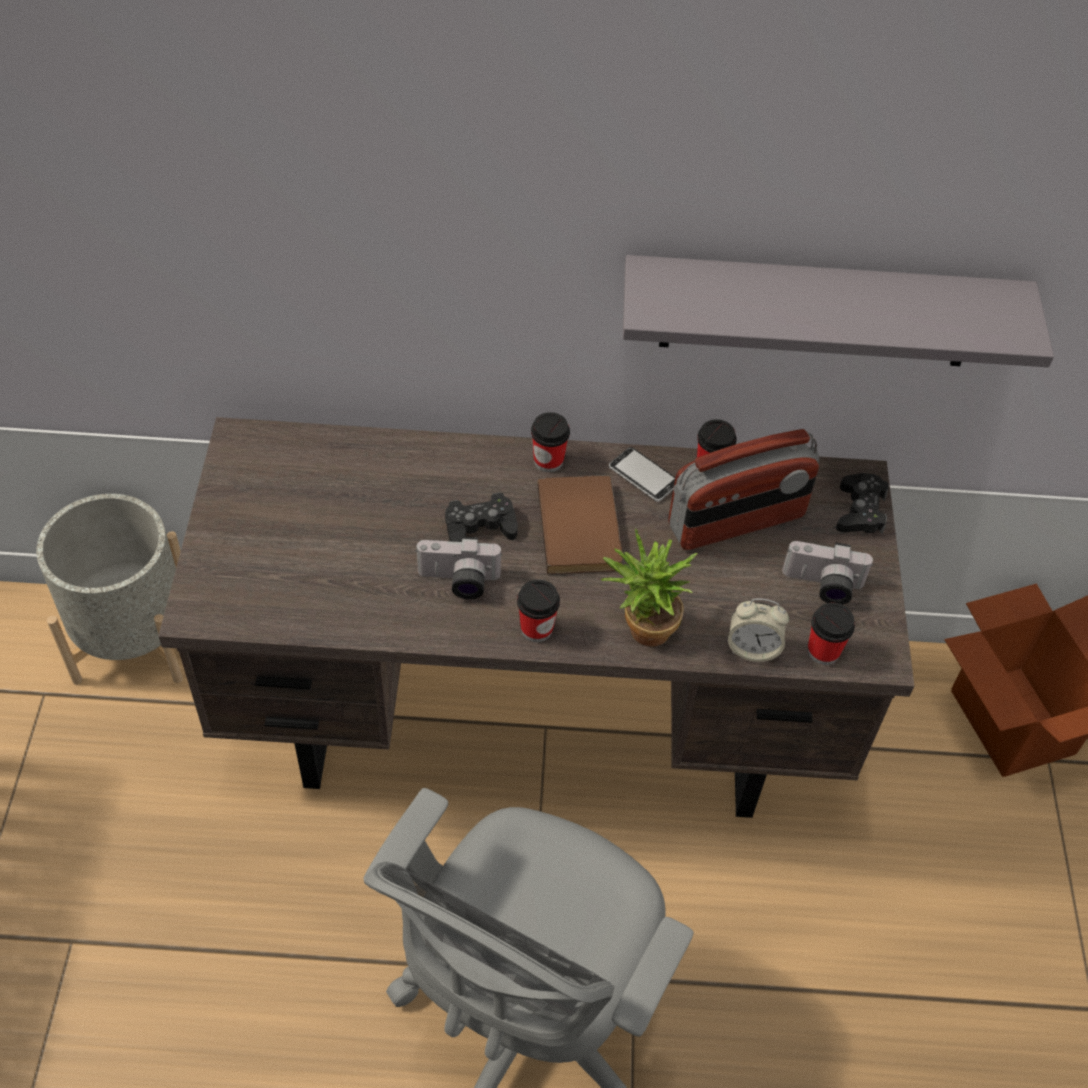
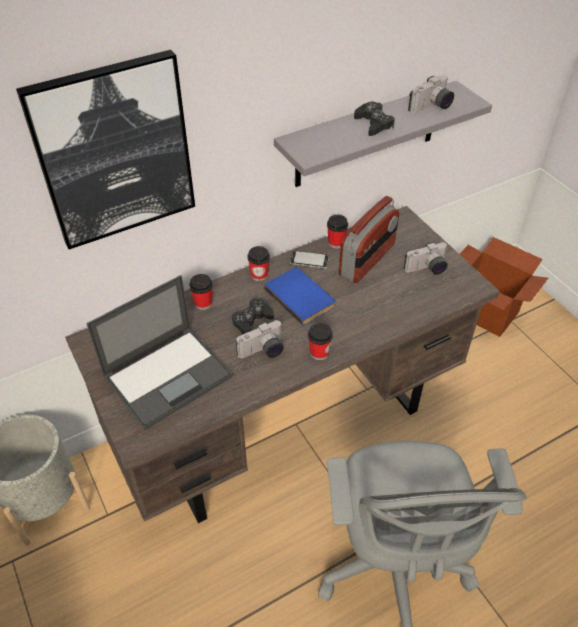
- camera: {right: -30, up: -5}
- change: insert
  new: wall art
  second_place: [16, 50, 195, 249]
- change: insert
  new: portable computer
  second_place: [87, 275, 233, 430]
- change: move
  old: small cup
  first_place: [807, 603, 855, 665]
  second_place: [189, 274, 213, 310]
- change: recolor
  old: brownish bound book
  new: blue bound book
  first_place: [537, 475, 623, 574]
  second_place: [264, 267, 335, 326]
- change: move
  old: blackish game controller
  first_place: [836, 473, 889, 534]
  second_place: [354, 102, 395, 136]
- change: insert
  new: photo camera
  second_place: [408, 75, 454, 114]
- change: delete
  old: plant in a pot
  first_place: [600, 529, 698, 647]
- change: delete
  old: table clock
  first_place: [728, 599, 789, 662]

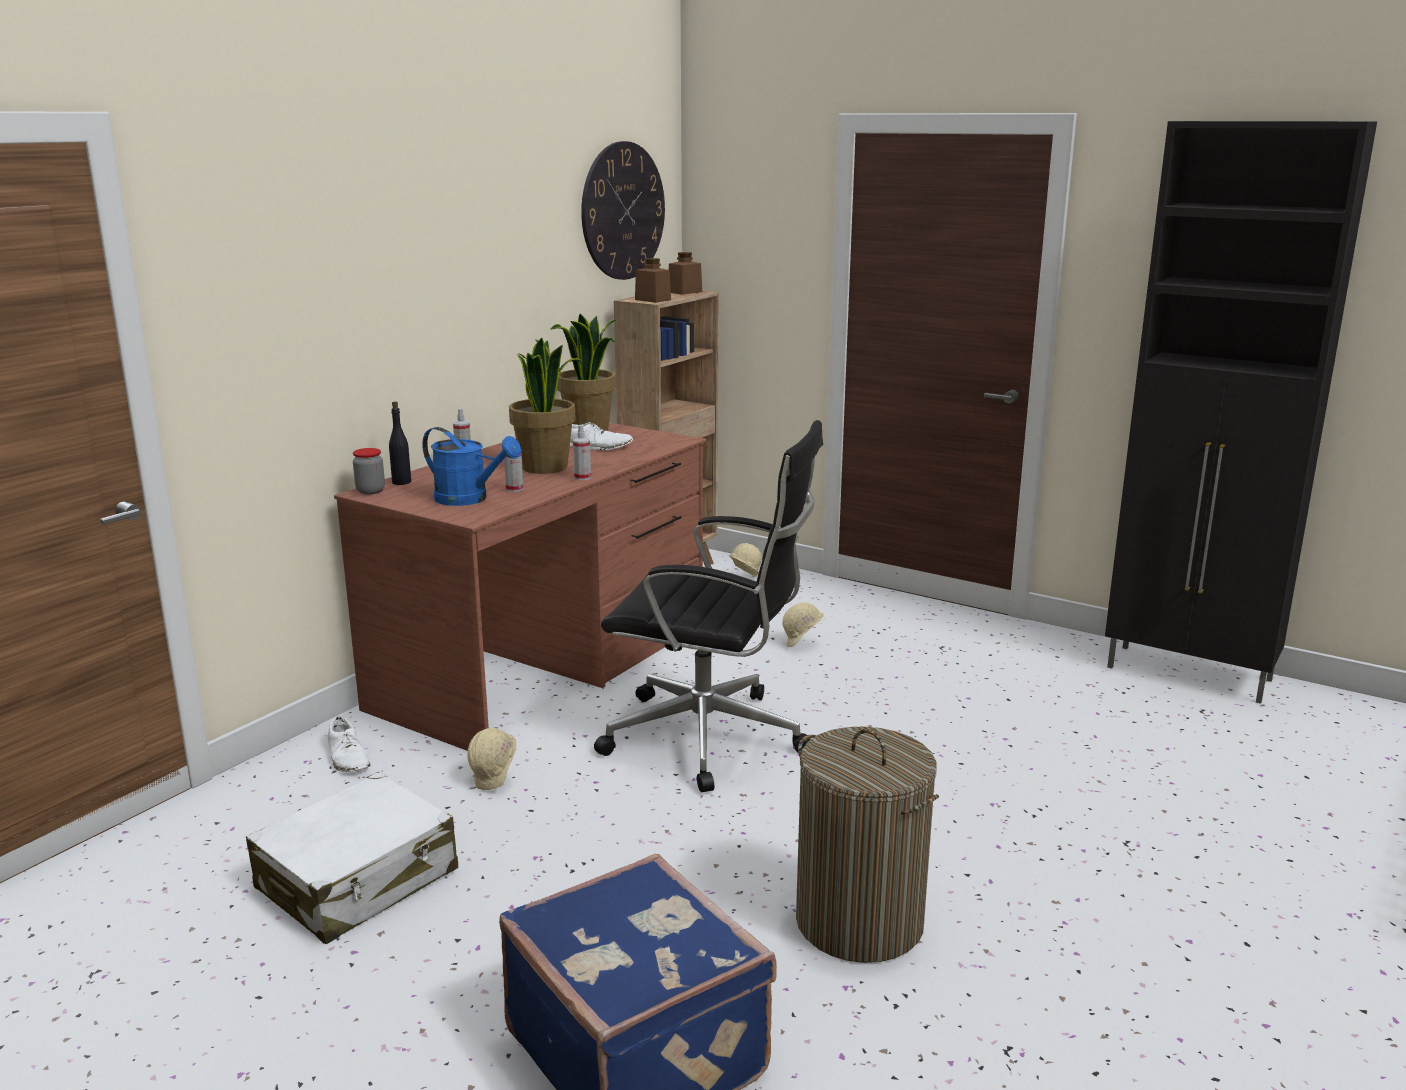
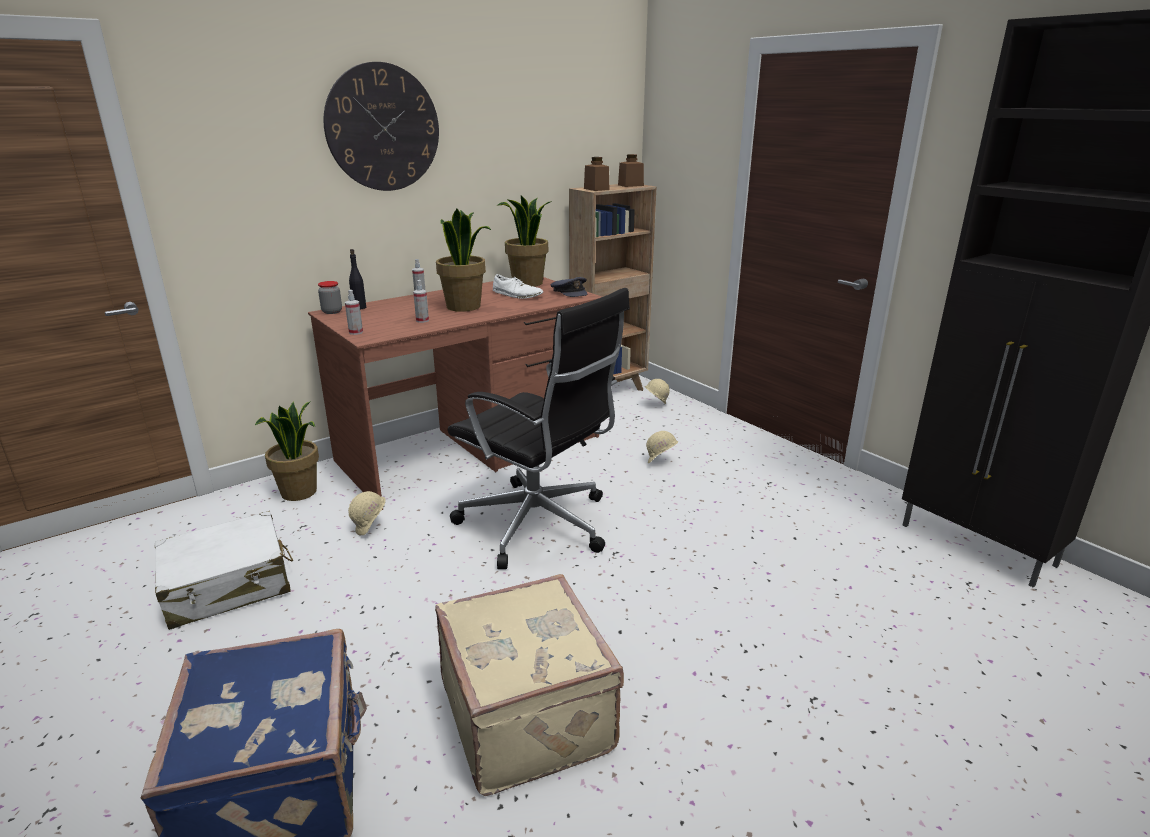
- camera: {right: 20, up: 5}
- change: replace
  old: white shoe
  new: plant in a pot
  first_place: [327, 715, 370, 772]
  second_place: [255, 401, 319, 501]
- change: move
  old: wall clock
  first_place: [581, 141, 665, 280]
  second_place: [323, 62, 439, 191]
- change: move
  old: spray bottle
  first_place: [573, 425, 591, 480]
  second_place: [345, 290, 363, 335]
- change: replace
  old: washing basket
  new: beige-coloured piece of luggage
  first_place: [796, 726, 939, 963]
  second_place: [435, 574, 624, 796]
- change: insert
  new: gray peaked cap
  second_place: [551, 277, 587, 297]
- change: delete
  old: blue watering can
  first_place: [422, 427, 521, 506]

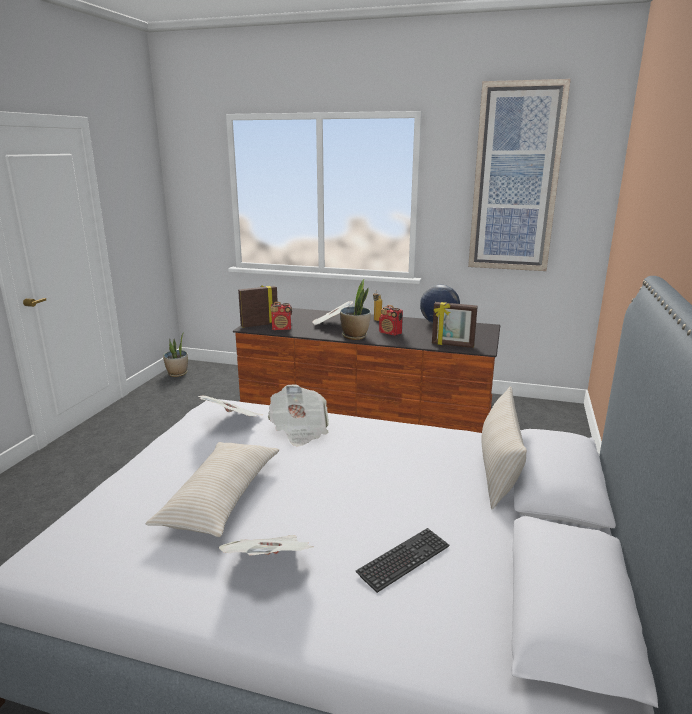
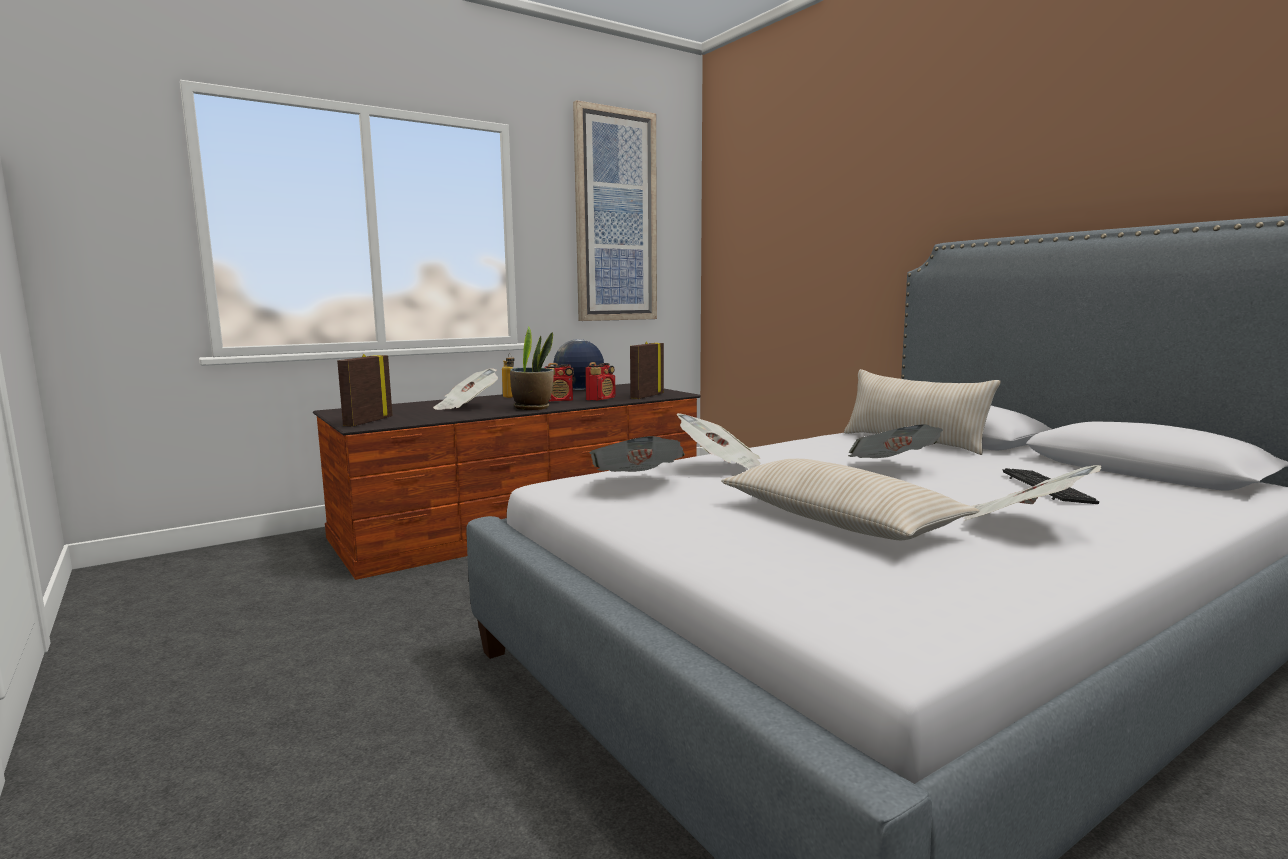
- camera: {right: -50, up: -10}
- change: move
  old: radio receiver
  first_place: [270, 302, 292, 330]
  second_place: [585, 362, 616, 401]
- change: rotate
  old: photo frame
  first_place: [432, 302, 478, 348]
  second_place: [630, 342, 664, 399]
  degrees: 150
- change: insert
  new: printed paper
  second_place: [848, 424, 943, 458]
- change: delete
  old: plant in a pot
  first_place: [163, 332, 188, 377]

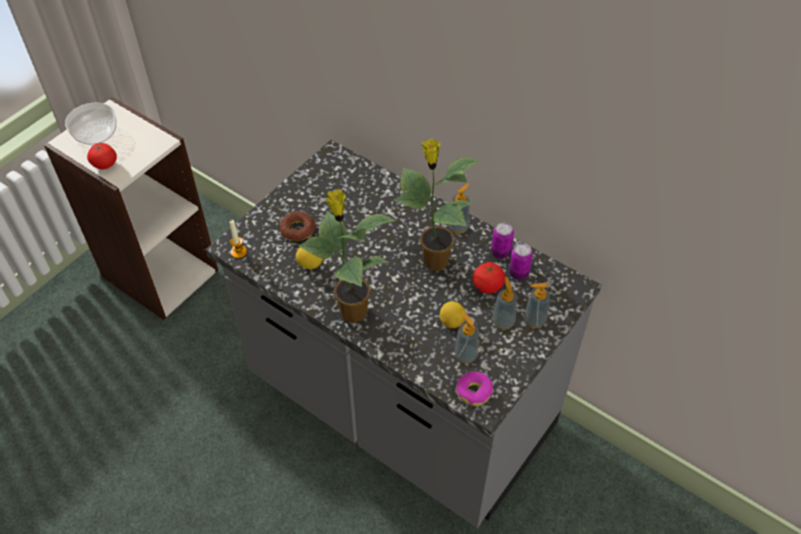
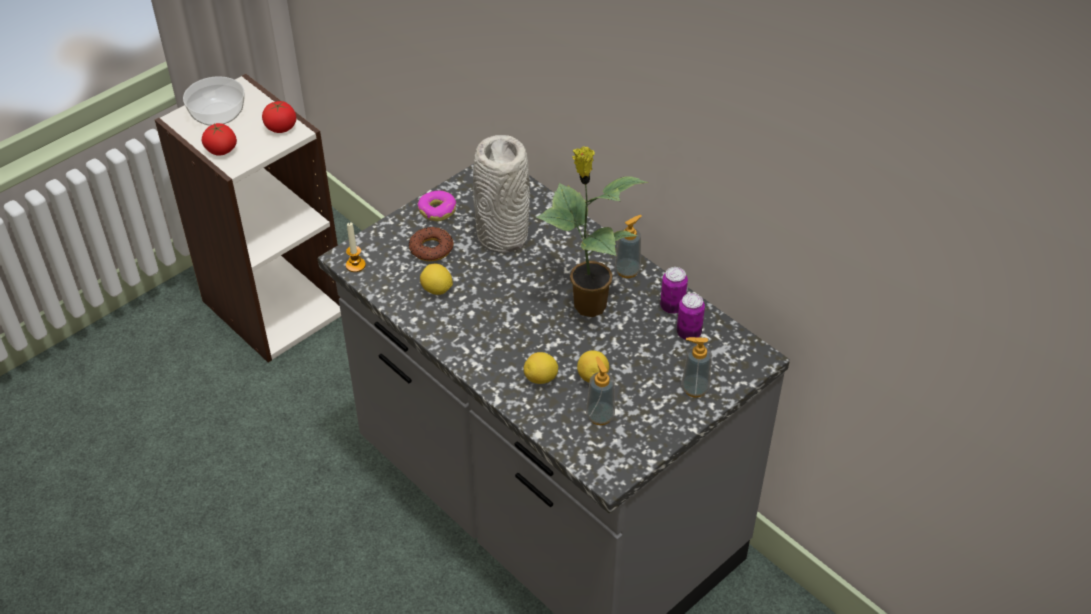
- camera: {right: 10, up: -5}
- change: move
  old: tomato
  first_place: [472, 262, 506, 294]
  second_place: [262, 101, 297, 133]
- change: move
  old: ring doughnut
  first_place: [456, 371, 493, 406]
  second_place: [418, 191, 456, 221]
- change: insert
  new: gray decorative vase
  second_place: [473, 135, 530, 253]
- change: insert
  new: whole lemon
  second_place: [524, 352, 558, 384]
- change: delete
  old: plant in a pot
  first_place: [298, 189, 396, 323]
- change: delete
  old: liquid soap bottle
  first_place: [492, 277, 517, 330]

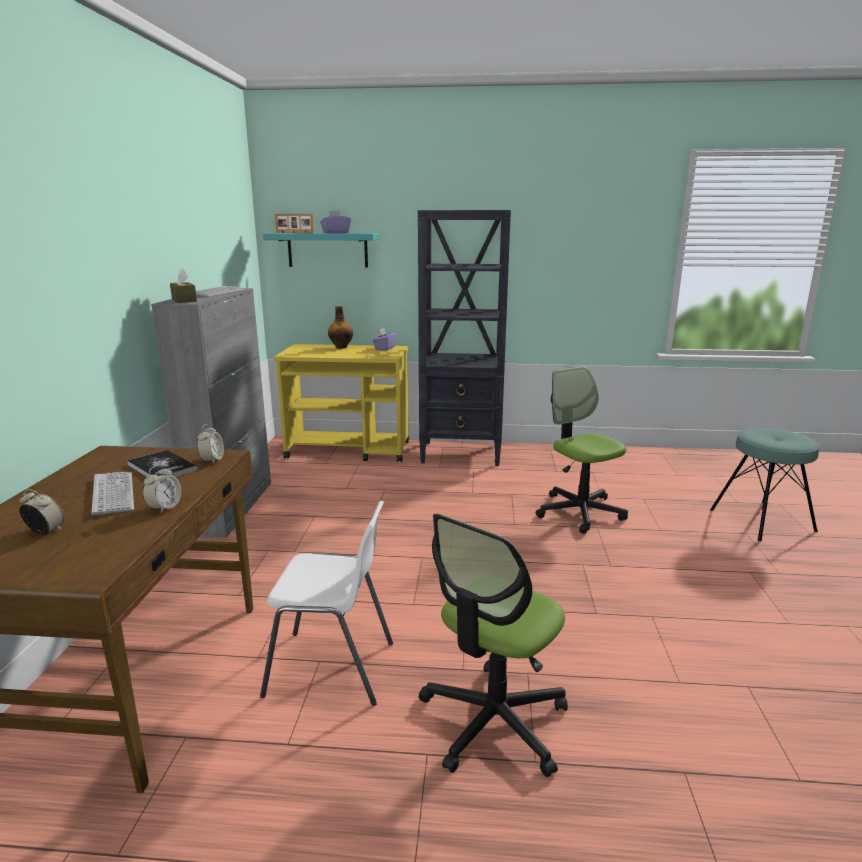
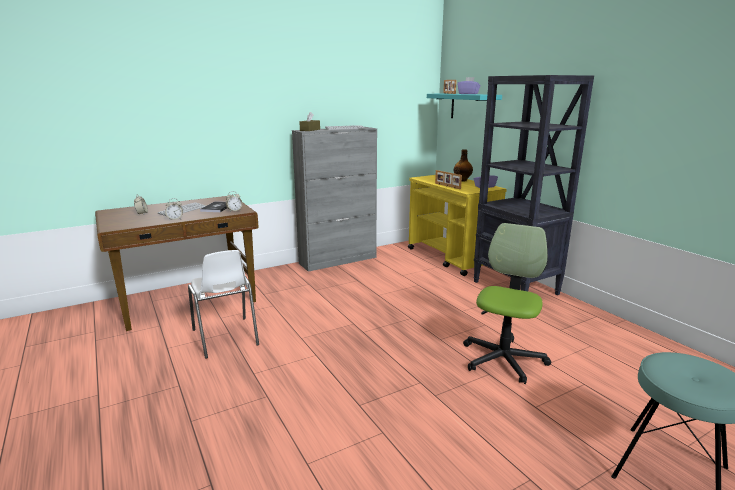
- camera: {right: 55, up: 0}
- change: insert
  new: photo frame
  second_place: [435, 170, 462, 189]
- change: delete
  old: computer chair
  first_place: [419, 513, 568, 777]

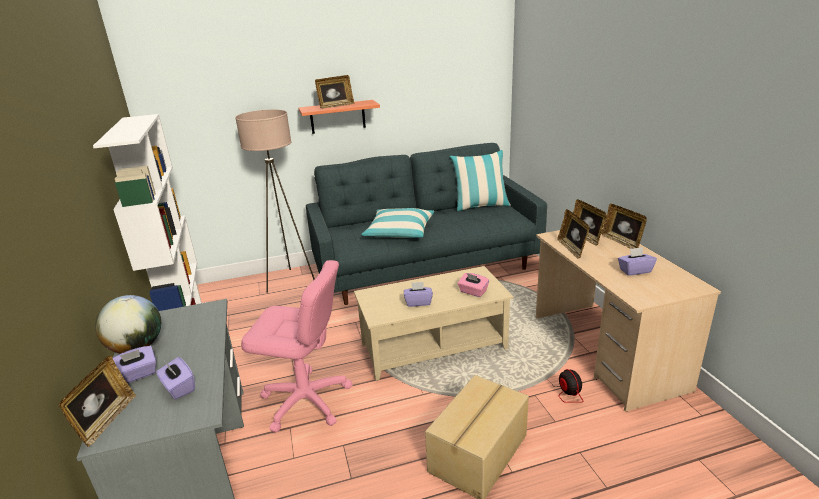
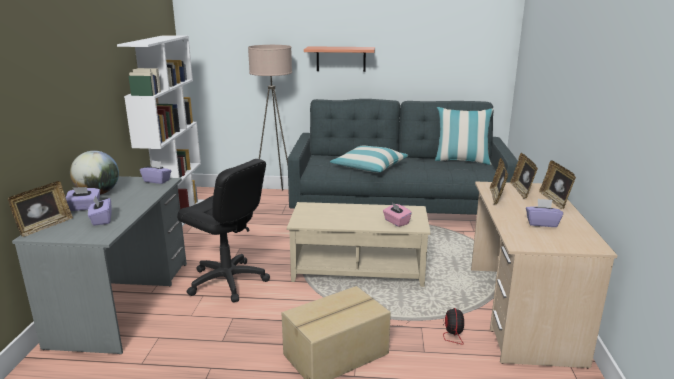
- camera: {right: 20, up: -5}
- change: move
  old: purple-coloured tissue holder
  first_place: [404, 282, 433, 307]
  second_place: [140, 160, 171, 184]
- change: recolor
  old: pinkish computer chair
  new: blackish computer chair
  first_place: [241, 260, 353, 433]
  second_place: [177, 159, 270, 302]
- change: delete
  old: photo frame
  first_place: [315, 75, 354, 108]

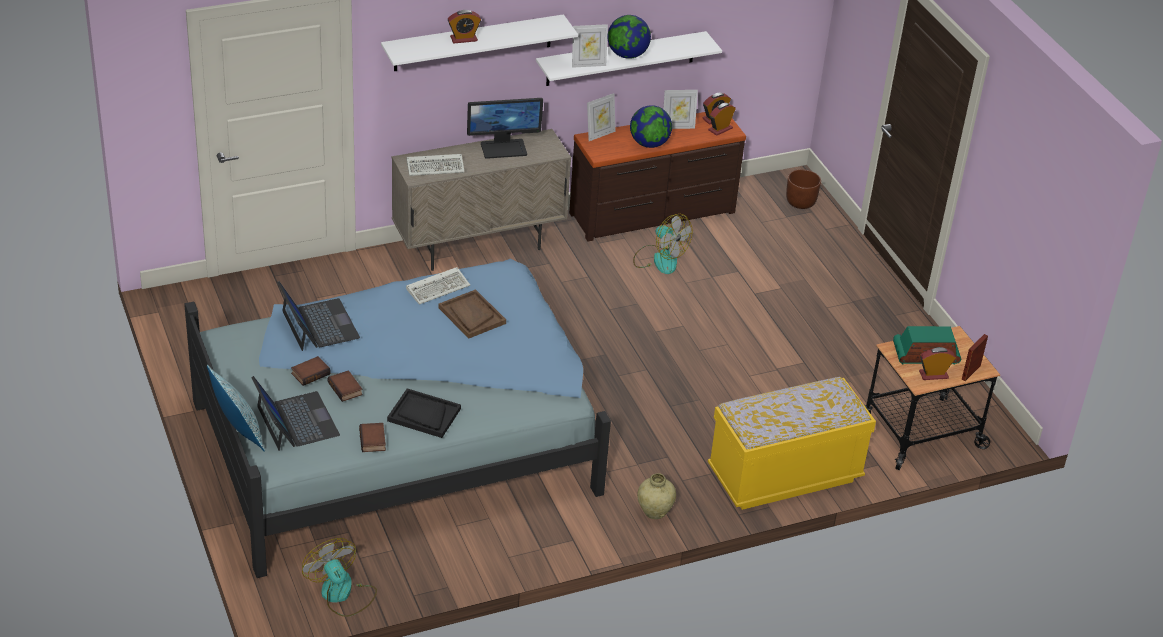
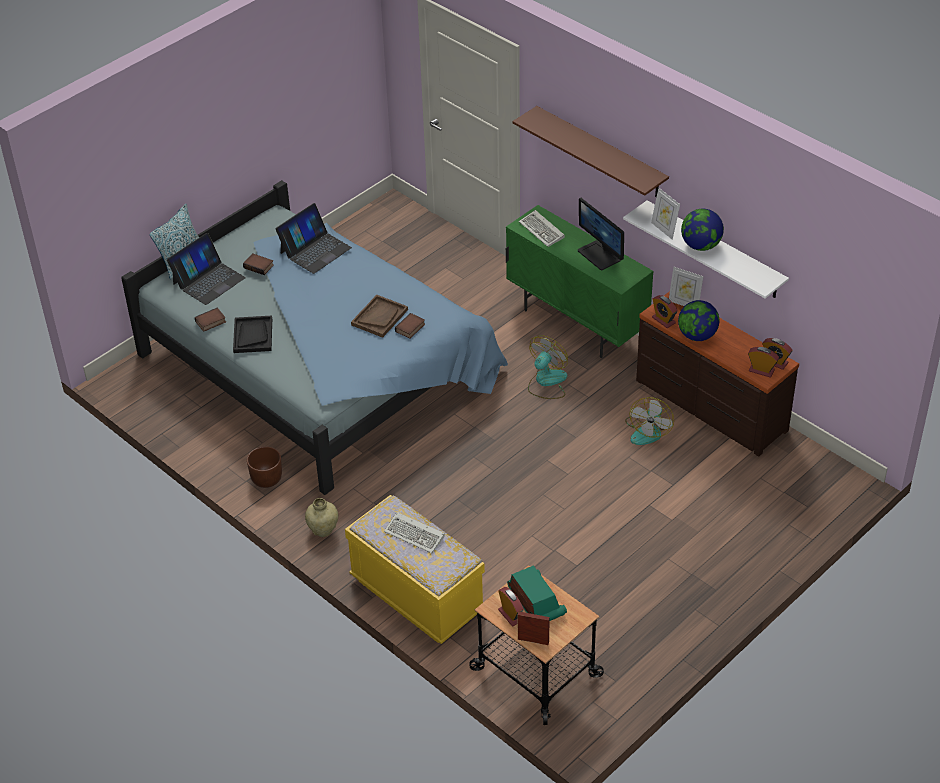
- camera: {right: 70, up: 5}
- change: move
  old: brownish planter
  first_place: [786, 169, 821, 209]
  second_place: [247, 446, 282, 488]
- change: move
  old: keyboard
  first_place: [406, 267, 470, 305]
  second_place: [384, 512, 445, 553]
- change: move
  old: bound book
  first_place: [327, 370, 363, 402]
  second_place: [395, 313, 425, 338]
- change: recolor
  old: beige-coloured cupboard
  new: green cupboard
  first_place: [392, 129, 571, 271]
  second_place: [506, 205, 654, 358]
- change: recolor
  old: white wall shelf
  new: brownish wall shelf
  first_place: [381, 14, 578, 71]
  second_place: [512, 106, 669, 197]
- change: move
  old: fan
  first_place: [302, 538, 377, 617]
  second_place: [528, 335, 568, 399]
- change: move
  old: table clock
  first_place: [448, 10, 481, 43]
  second_place: [652, 295, 678, 328]
- change: delete
  old: photo frame
  first_place: [663, 90, 698, 129]

